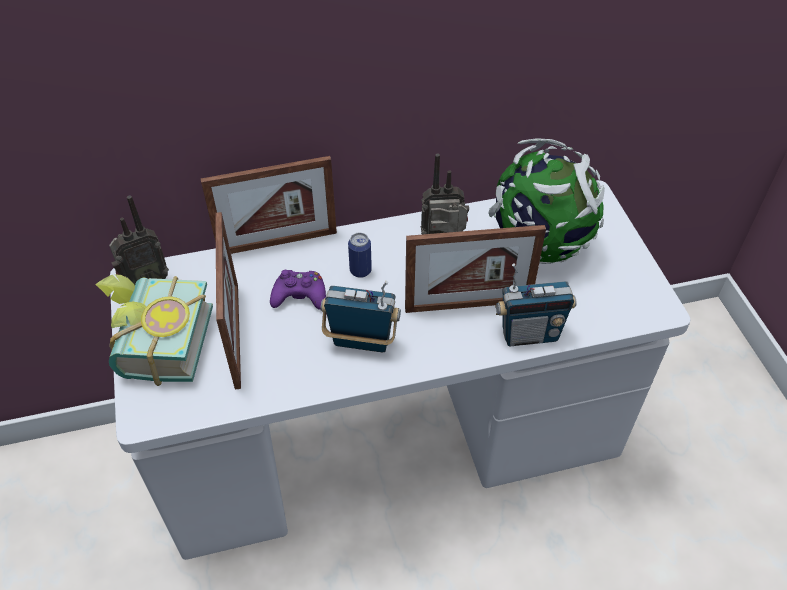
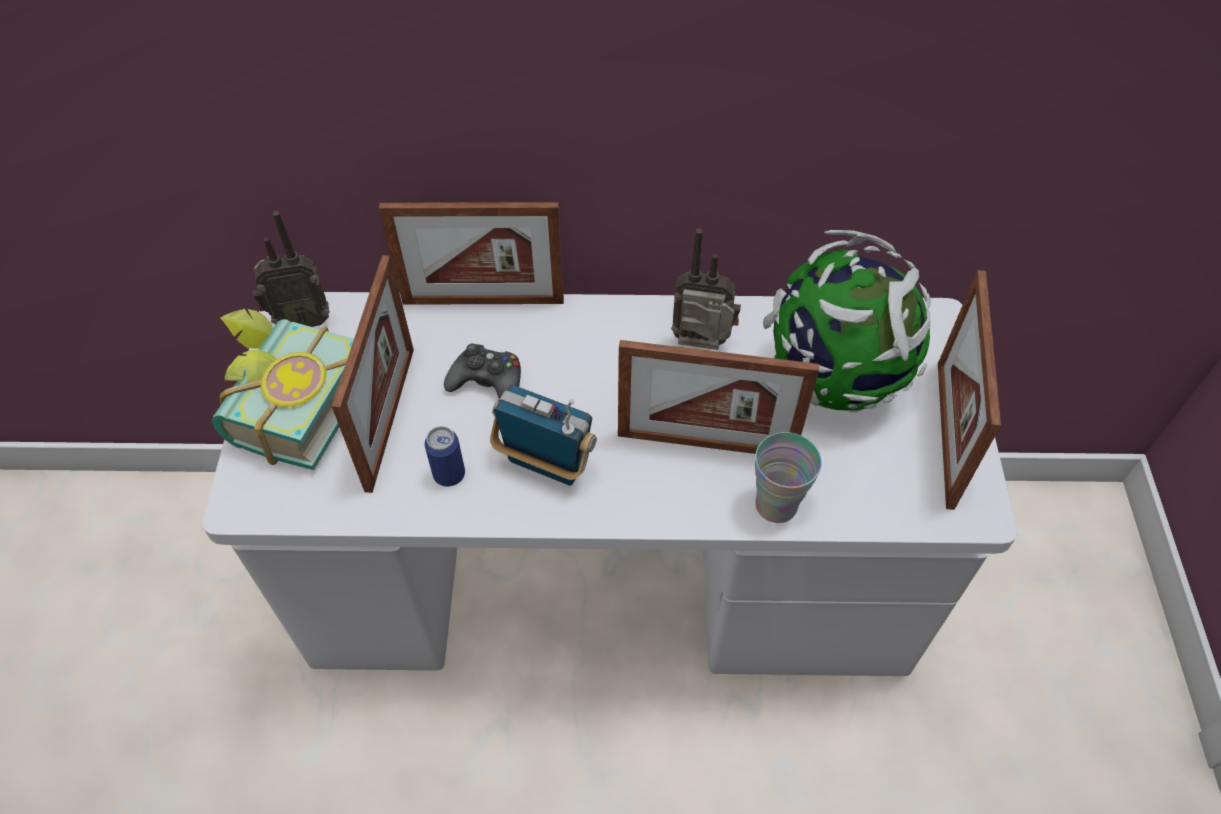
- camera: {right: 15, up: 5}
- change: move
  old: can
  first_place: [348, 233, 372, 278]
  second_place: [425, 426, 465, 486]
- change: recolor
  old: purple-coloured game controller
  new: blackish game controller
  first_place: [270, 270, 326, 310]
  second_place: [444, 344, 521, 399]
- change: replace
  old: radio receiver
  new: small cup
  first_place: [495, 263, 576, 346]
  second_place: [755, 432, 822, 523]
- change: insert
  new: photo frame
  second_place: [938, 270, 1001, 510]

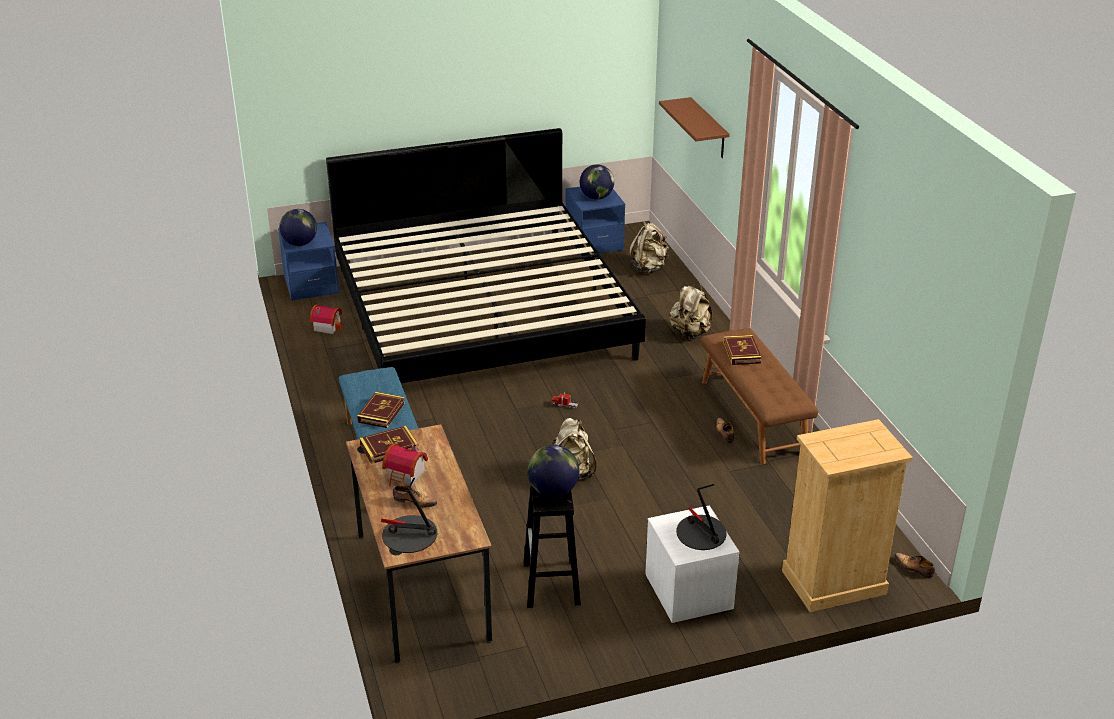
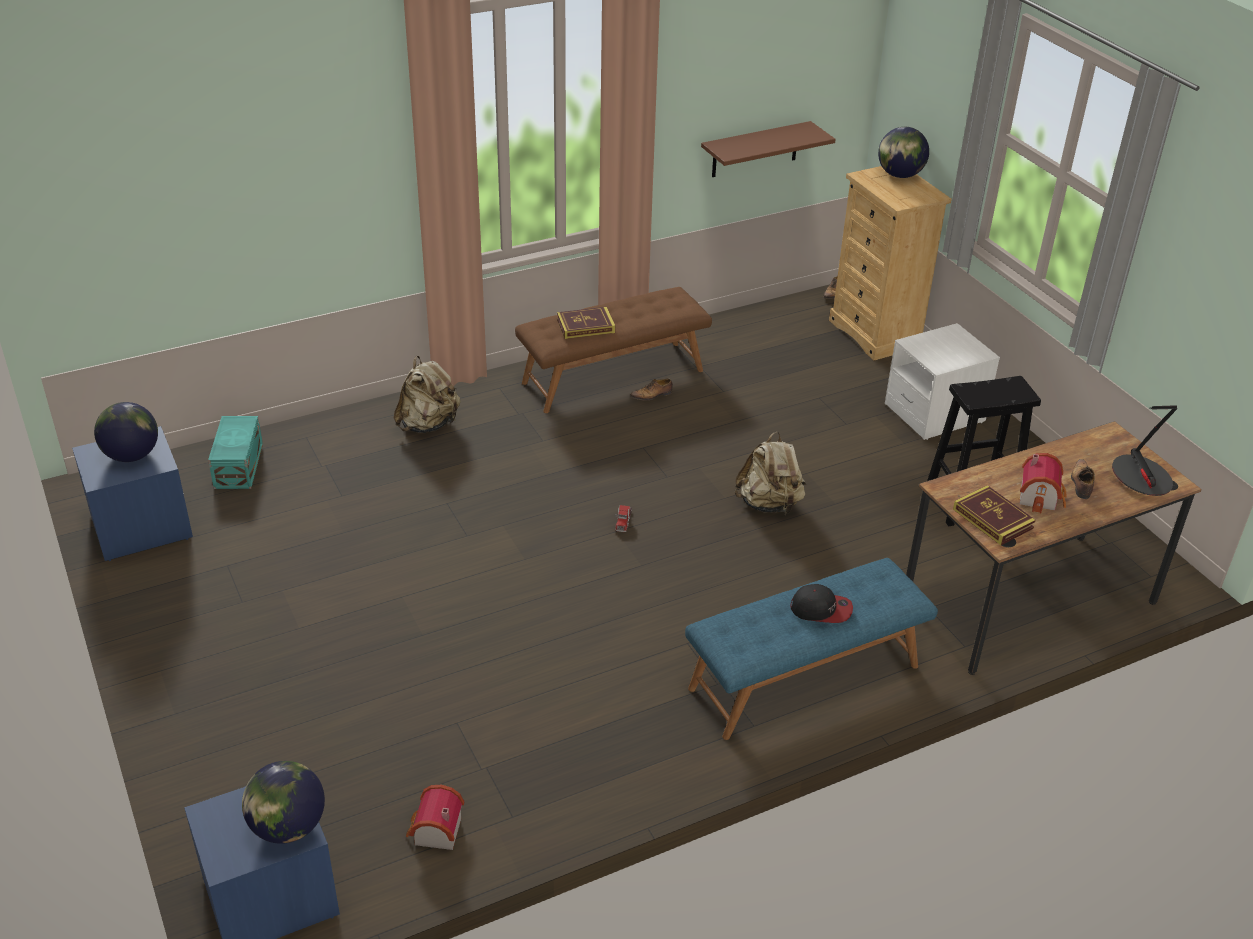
- camera: {right: -100, up: 5}
- change: replace
  old: beige-coloured knapsack
  new: turquoise-coloured storage box
  first_place: [629, 221, 669, 273]
  second_place: [208, 416, 263, 489]
- change: move
  old: brownish wall shelf
  first_place: [659, 97, 730, 158]
  second_place: [701, 121, 836, 177]
- change: replace
  old: bound book
  new: peaked cap
  first_place: [357, 392, 405, 428]
  second_place: [790, 584, 853, 623]
- change: move
  old: globe
  first_place: [527, 445, 579, 497]
  second_place: [878, 127, 929, 178]
- change: delete
  old: bed
  first_place: [326, 128, 646, 383]
- change: delete
  old: table lamp
  first_place: [676, 484, 727, 550]

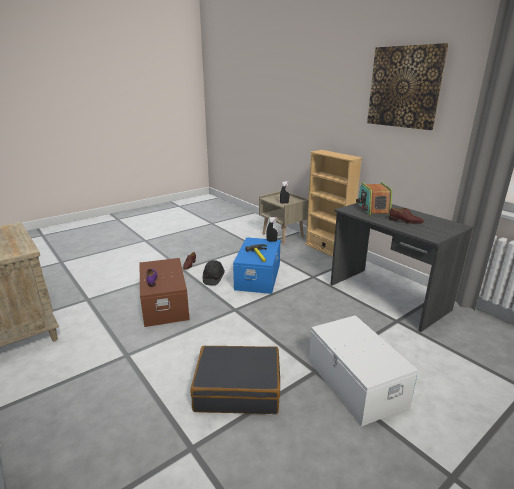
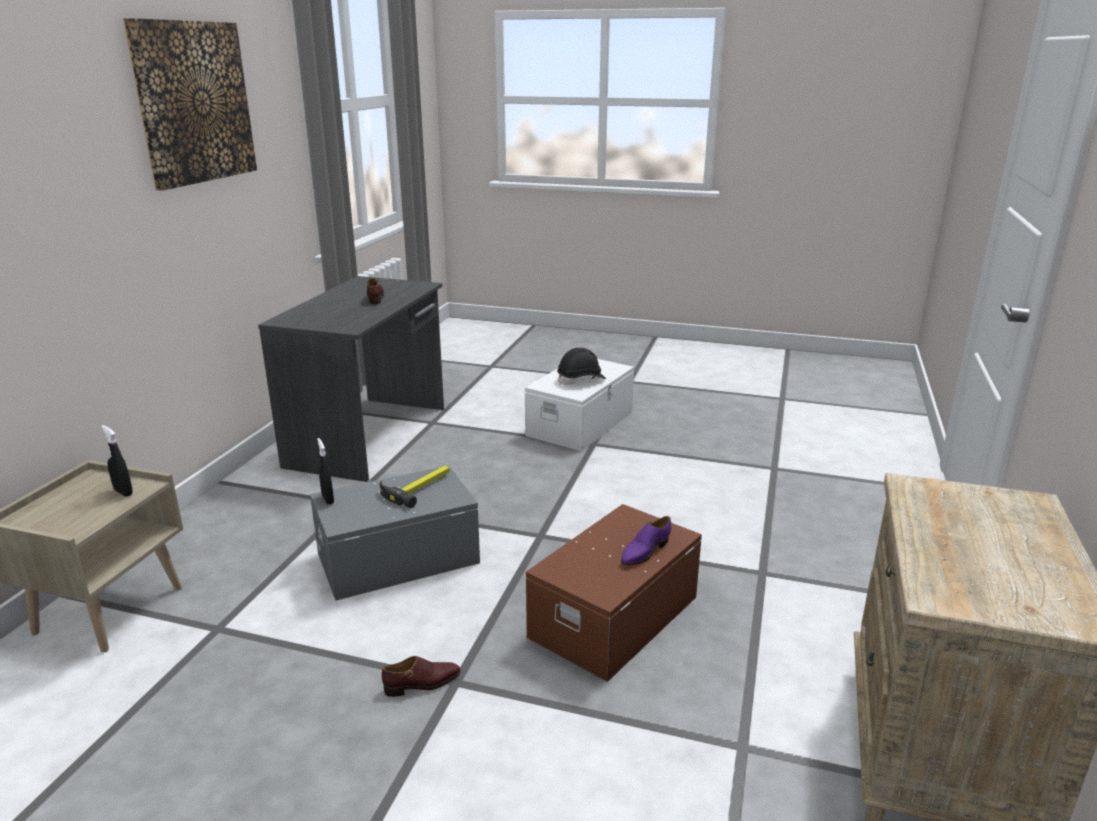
- camera: {right: -125, up: 0}
- change: recolor
  old: blue storage box
  new: gray storage box
  first_place: [233, 237, 280, 294]
  second_place: [310, 465, 480, 601]
- change: move
  old: blackish hard hat
  first_place: [203, 260, 225, 286]
  second_place: [557, 348, 606, 385]
- change: delete
  old: blackish piece of luggage
  first_place: [190, 346, 280, 414]
- change: delete
  old: beige-coloured bookshelf
  first_place: [305, 150, 363, 257]
- change: delete
  old: radio receiver
  first_place: [356, 182, 392, 216]

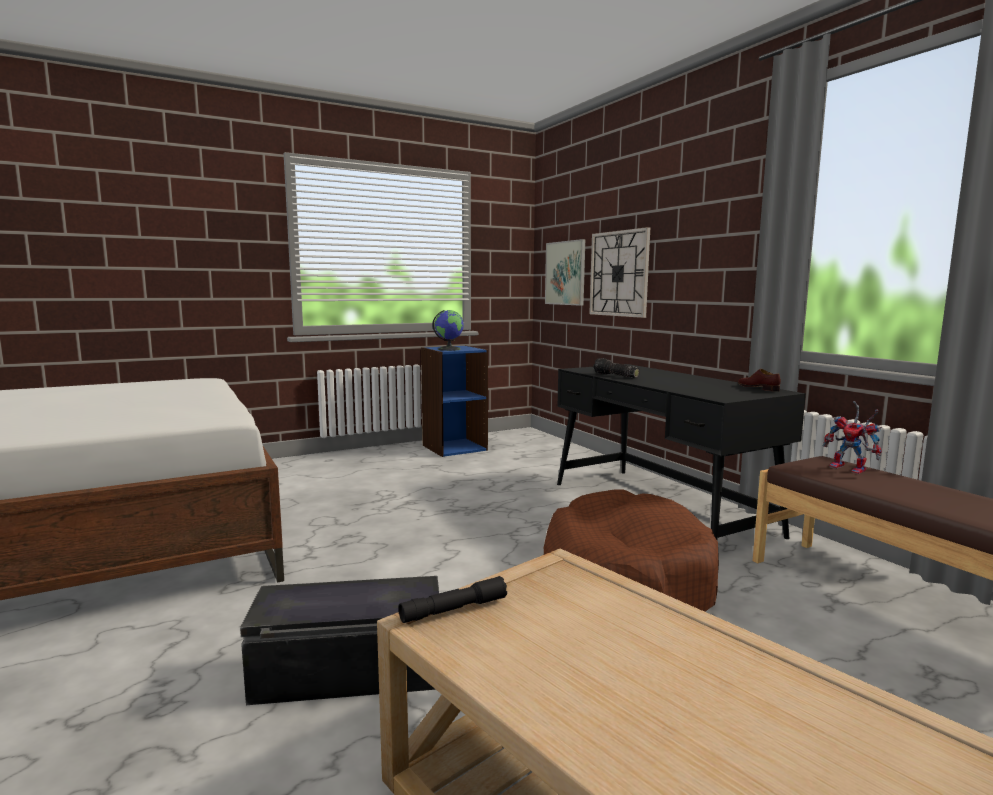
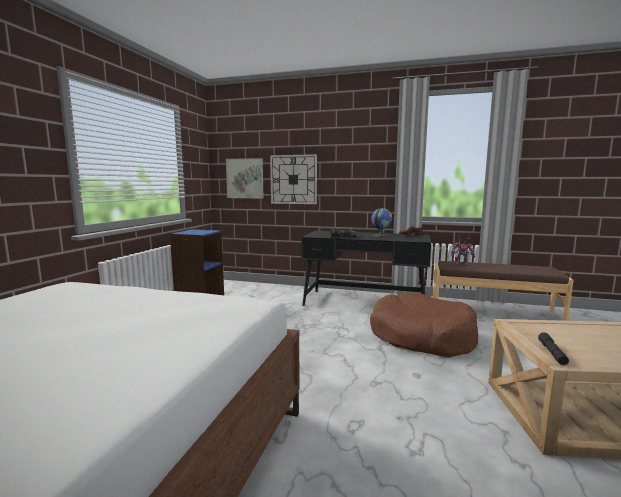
- camera: {right: -45, up: 0}
- change: move
  old: globe
  first_place: [432, 310, 464, 351]
  second_place: [371, 208, 392, 237]
- change: delete
  old: blackish storage box
  first_place: [240, 576, 439, 705]

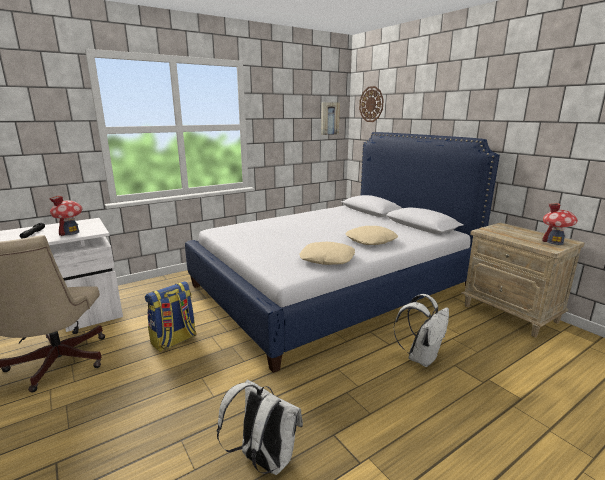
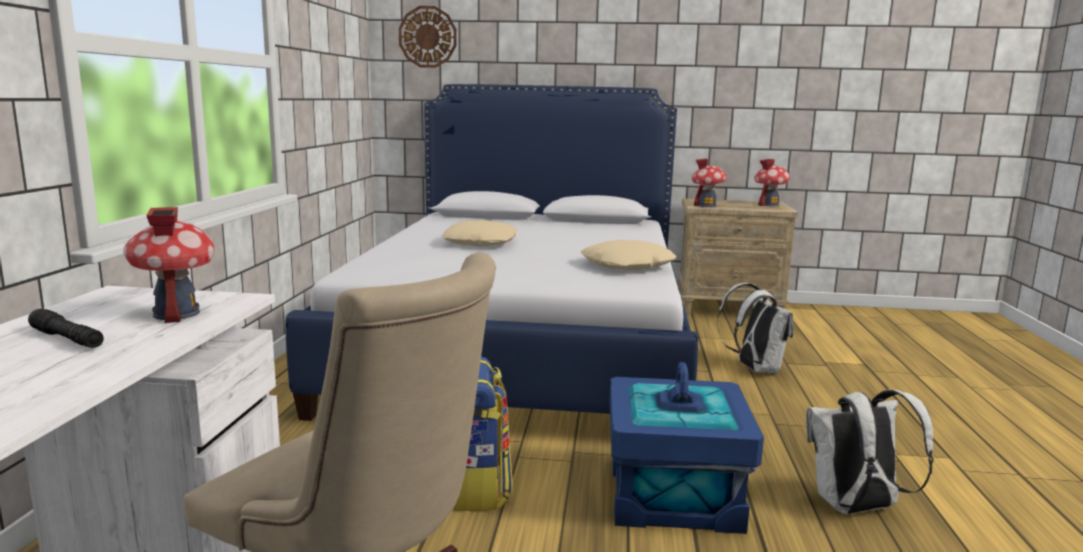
- camera: {right: -50, up: -5}
- change: move
  old: beige-coloured pillow
  first_place: [345, 226, 398, 245]
  second_place: [442, 220, 517, 247]
- change: insert
  new: blue storage box
  second_place: [610, 362, 764, 534]
- change: insert
  new: miniature house
  second_place: [692, 158, 727, 207]
- change: delete
  old: wall art
  first_place: [321, 102, 340, 135]

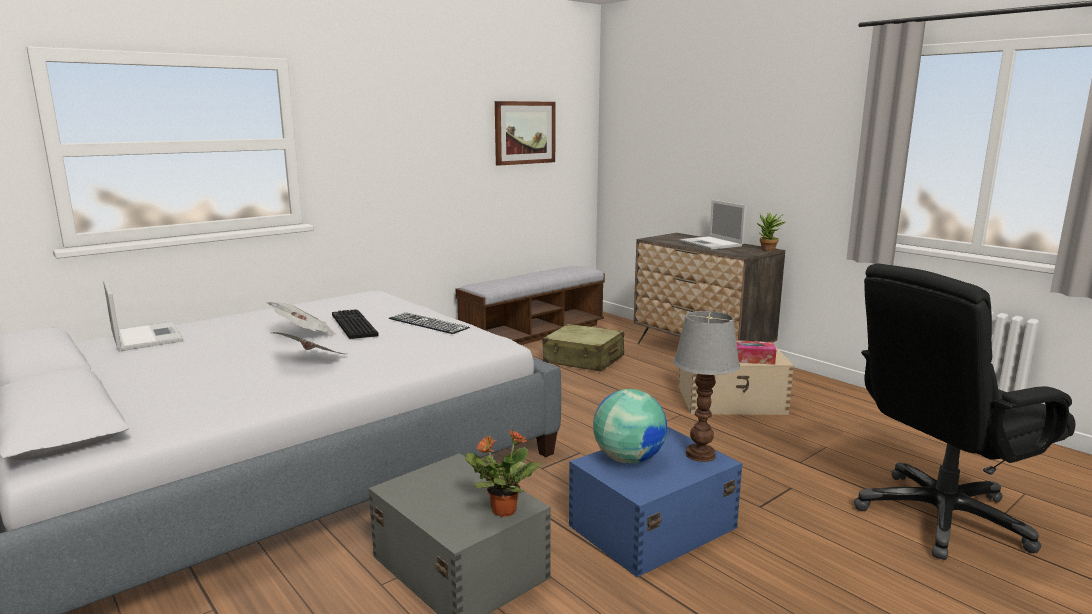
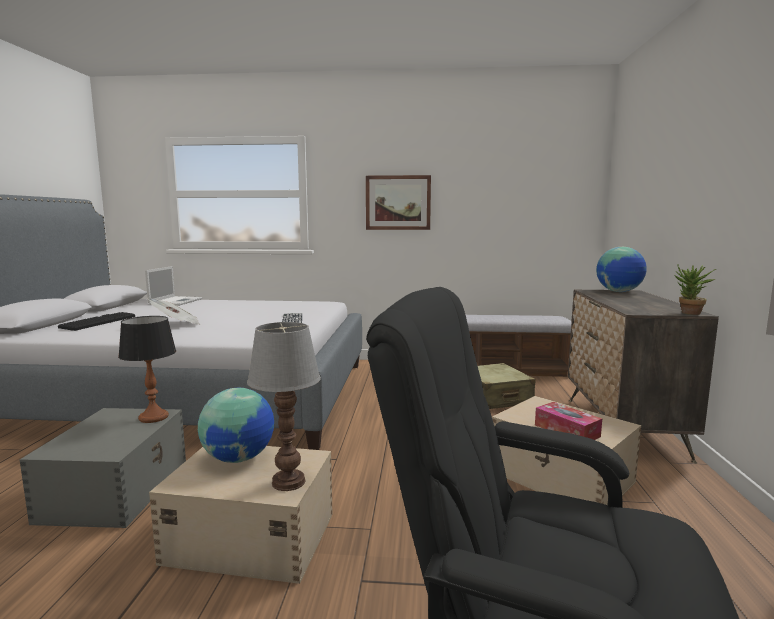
- camera: {right: 45, up: -5}
- change: move
  old: keyboard
  first_place: [332, 309, 379, 339]
  second_place: [58, 312, 135, 331]
- change: insert
  new: table lamp
  second_place: [118, 316, 176, 423]
- change: recolor
  old: blue storage box
  new: beige-coloured storage box
  first_place: [569, 427, 743, 577]
  second_place: [149, 446, 333, 584]
- change: move
  old: wall art
  first_place: [495, 101, 556, 166]
  second_place: [366, 175, 431, 230]
- change: insert
  new: globe
  second_place: [596, 247, 647, 292]
- change: delete
  old: printed paper
  first_place: [266, 302, 336, 334]
- change: delete
  old: plant in a pot
  first_place: [466, 430, 541, 517]
- change: delete
  old: portable computer
  first_place: [680, 200, 747, 250]

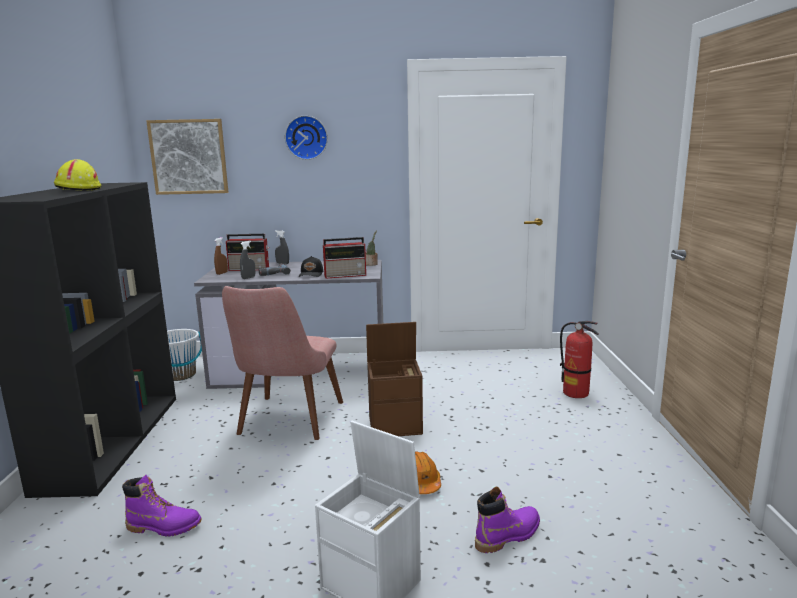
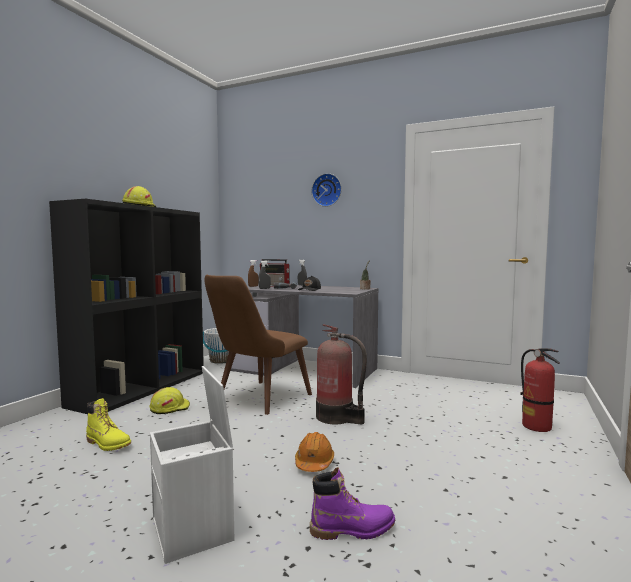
- camera: {right: 25, up: -10}
- change: recolor
  old: purple-coloured high-top boot
  new: yellow-coloured high-top boot
  first_place: [122, 475, 202, 537]
  second_place: [86, 398, 131, 451]
- change: insert
  new: yellow-coloured hard hat
  second_place: [149, 387, 190, 414]
- change: recolor
  old: pinkish upright chair
  new: brownish upright chair
  first_place: [222, 286, 343, 440]
  second_place: [204, 275, 312, 415]
- change: replace
  old: brownish storage box
  new: extinguisher
  first_place: [366, 322, 423, 436]
  second_place: [316, 324, 367, 424]
- change: delete
  old: wall art
  first_place: [146, 119, 228, 195]
- change: delete
  old: radio receiver
  first_place: [323, 237, 367, 278]

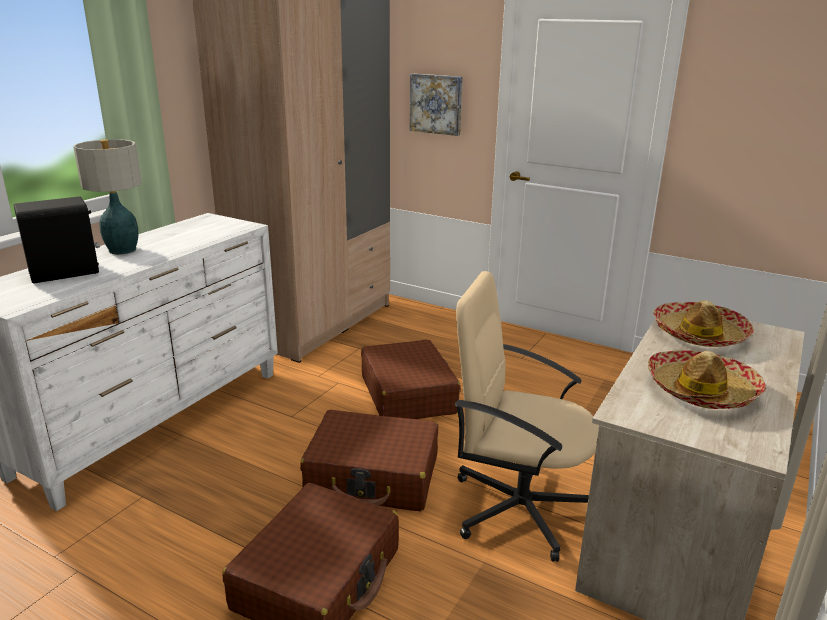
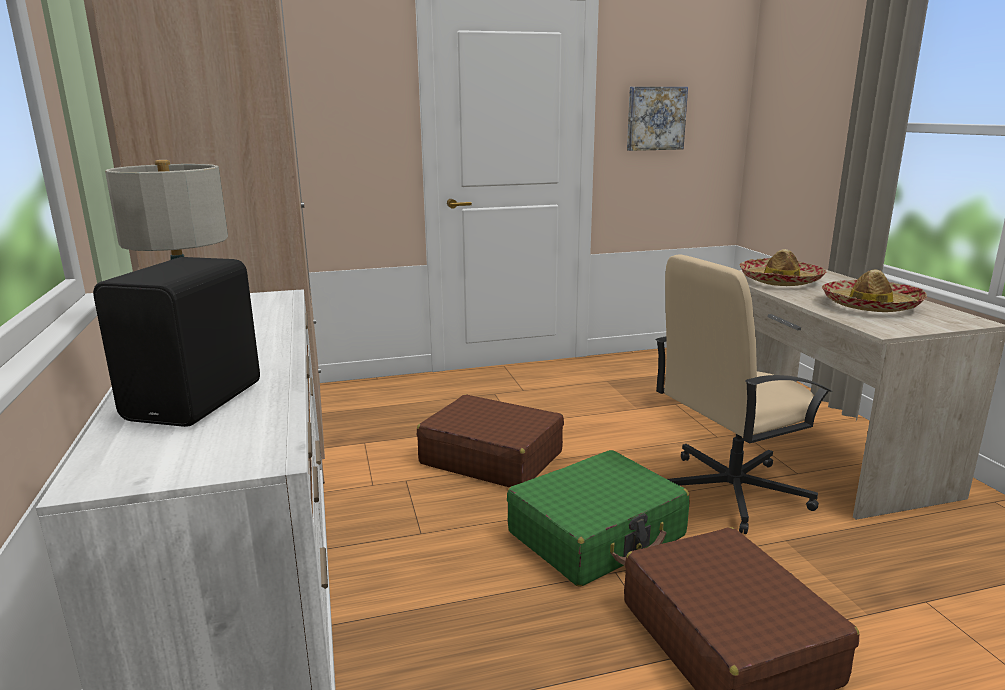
- camera: {right: -45, up: -5}
- change: recolor
  old: brownish piece of luggage
  new: green piece of luggage
  first_place: [300, 410, 438, 511]
  second_place: [507, 450, 689, 587]
- change: move
  old: wall art
  first_place: [410, 74, 463, 136]
  second_place: [627, 87, 688, 151]

